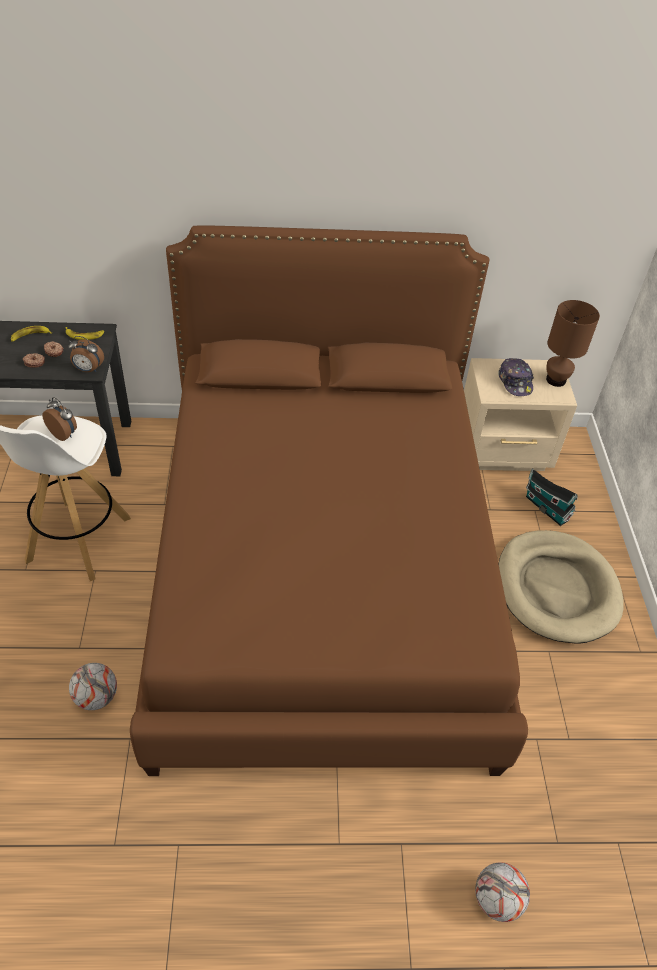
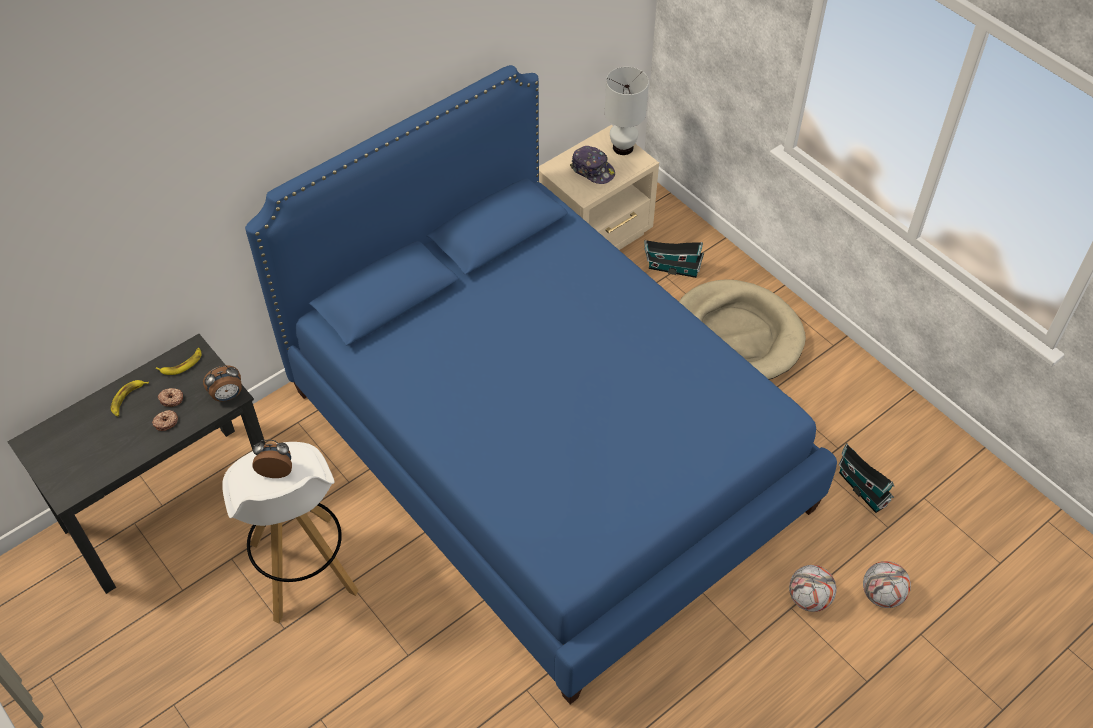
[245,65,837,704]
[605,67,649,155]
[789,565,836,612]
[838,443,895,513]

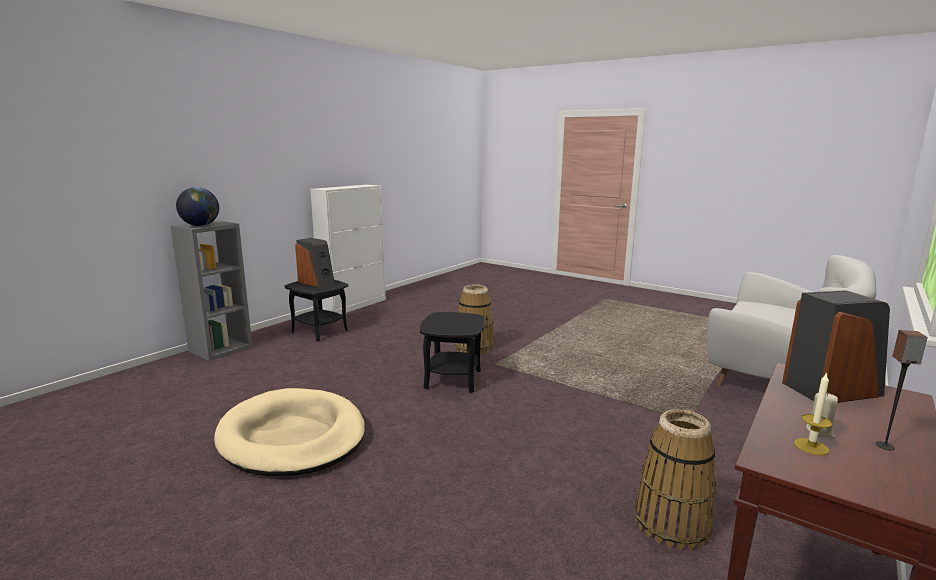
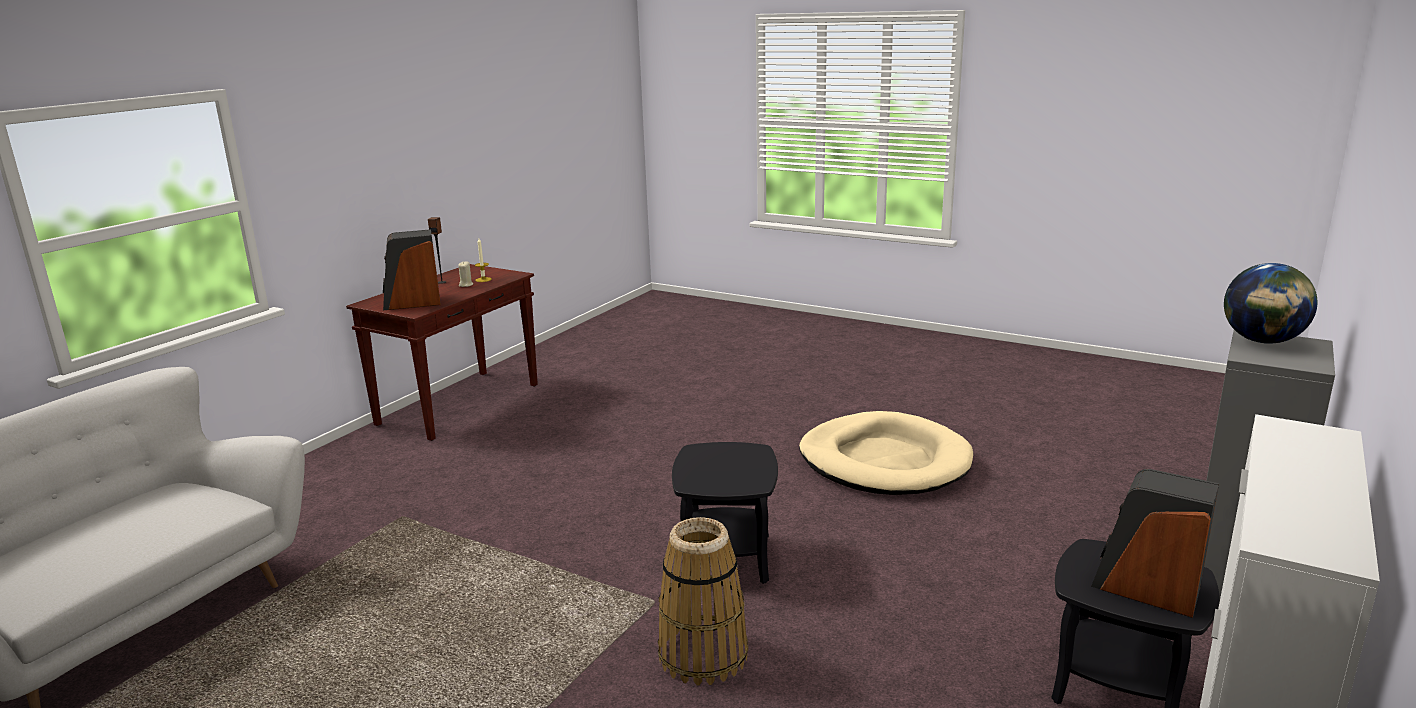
[634,409,716,550] (first image)

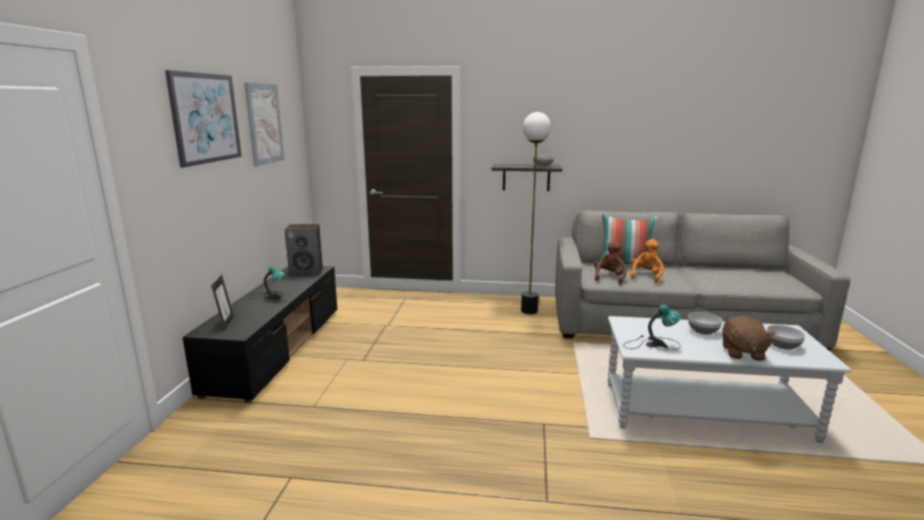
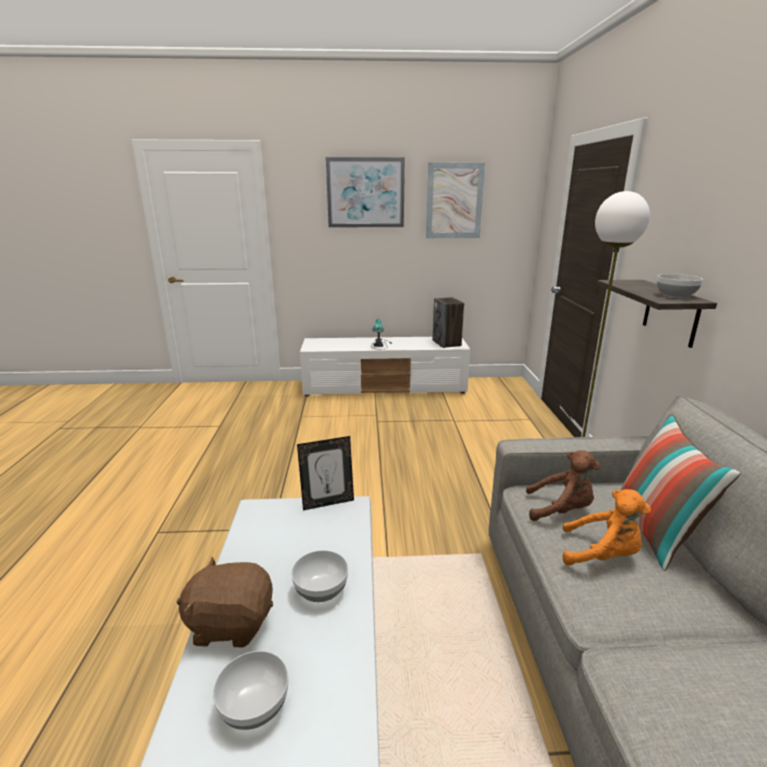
[297,436,354,510]
[300,337,470,397]
[623,305,681,350] (first image)

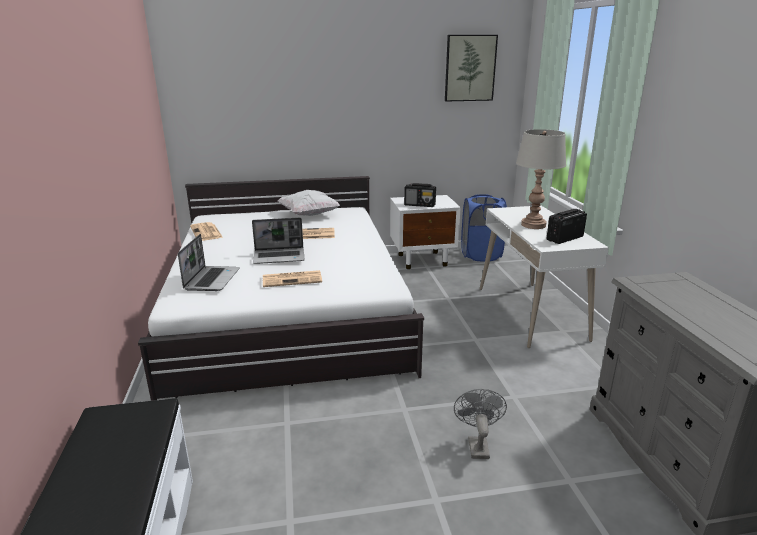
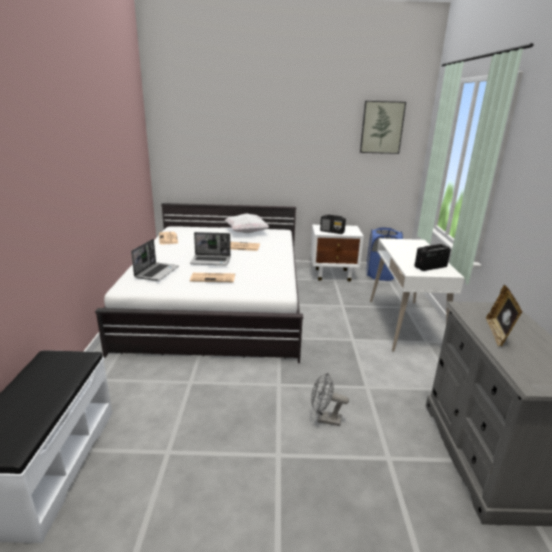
[311,373,349,426]
[486,285,522,346]
[516,129,566,229] (first image)

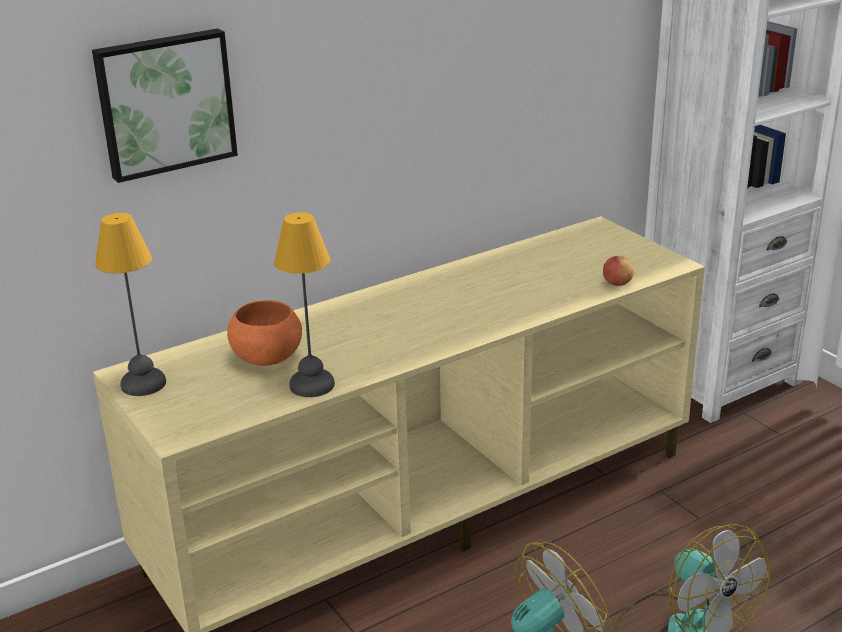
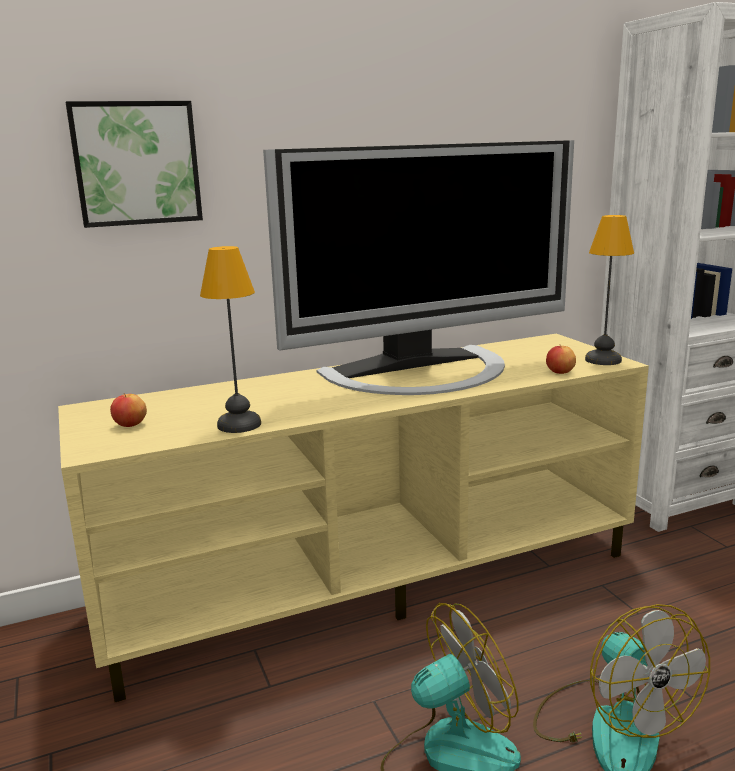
[110,394,147,427]
[263,140,574,395]
[585,215,634,365]
[227,300,302,366] (first image)

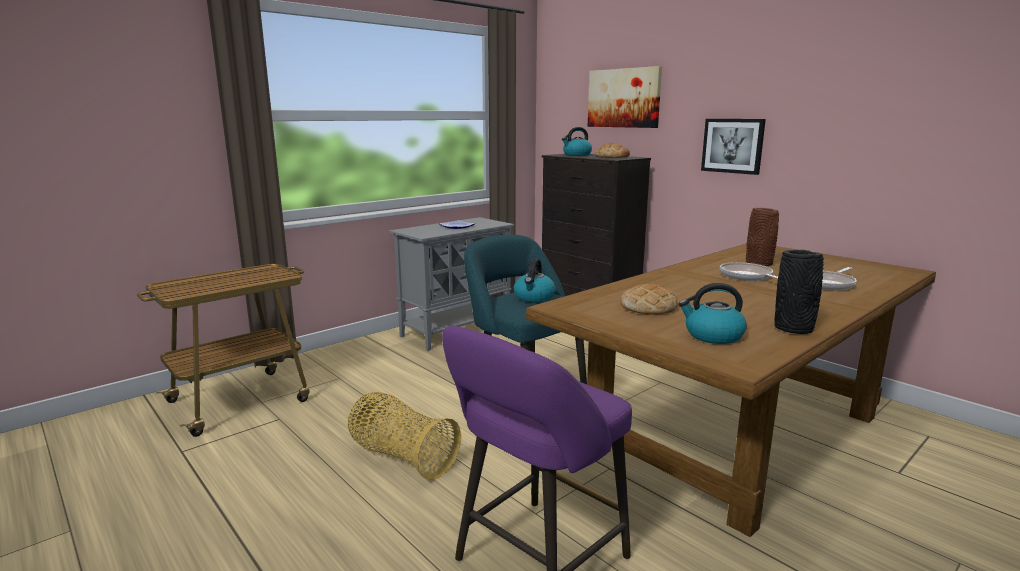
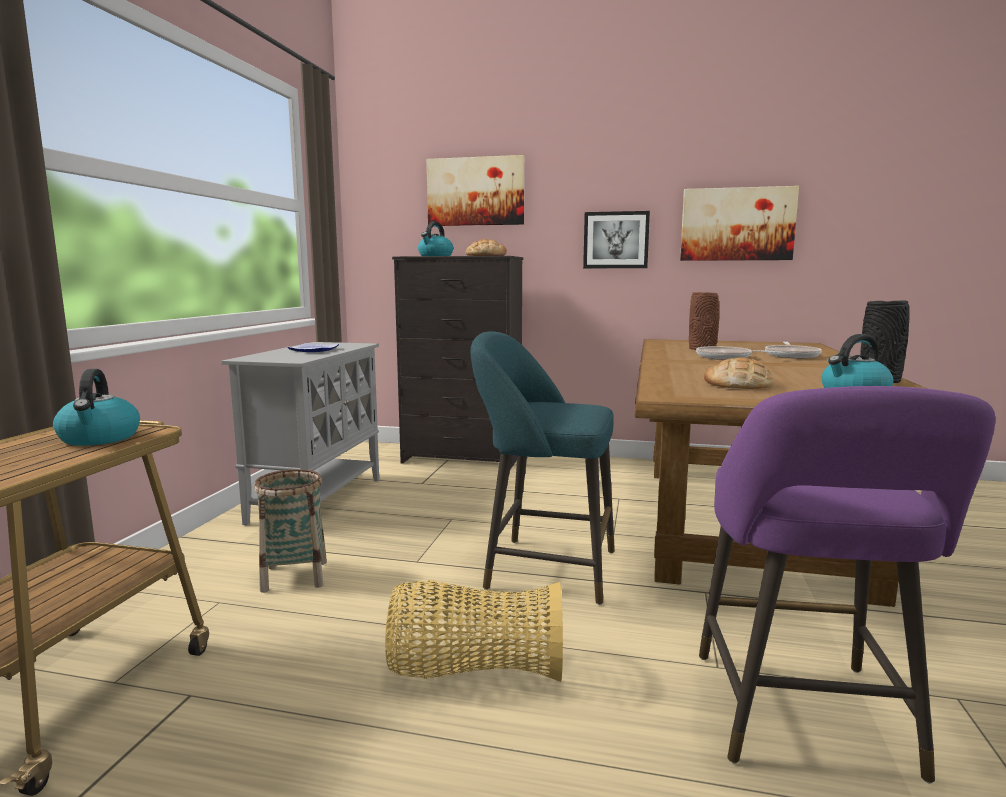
[53,369,140,446]
[254,469,327,593]
[680,186,799,261]

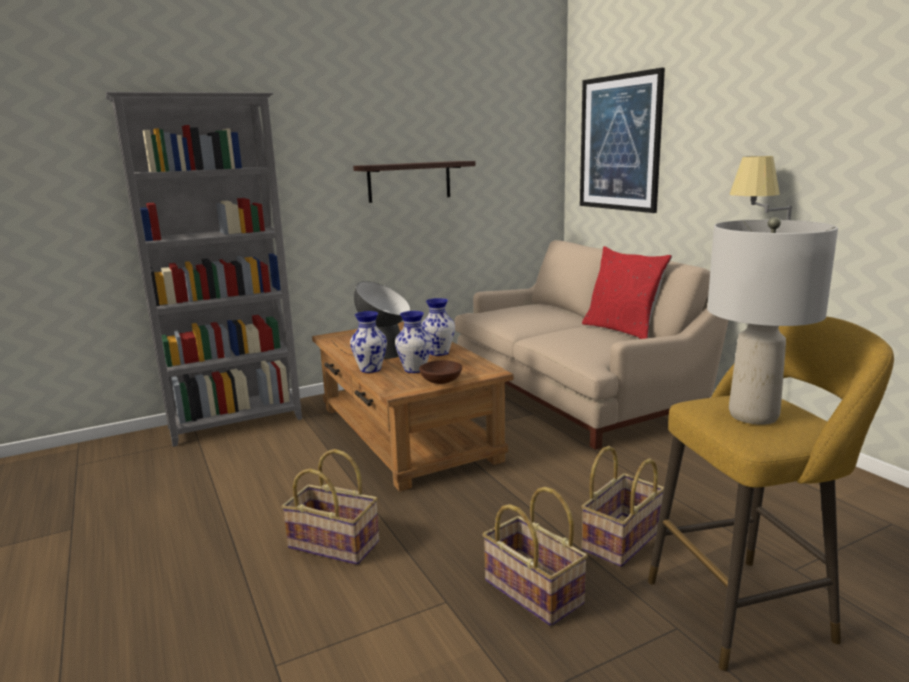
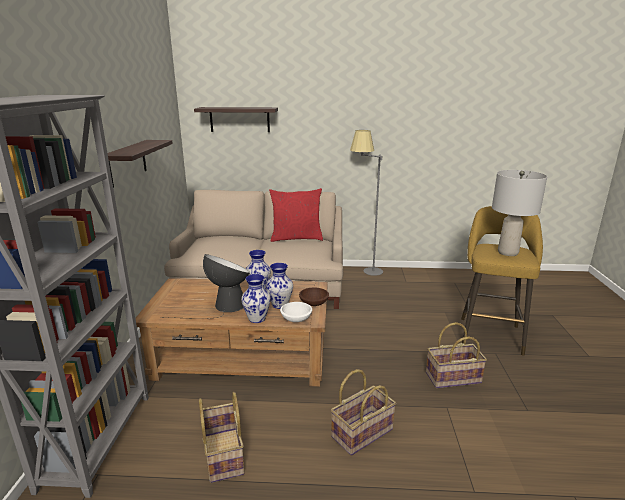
[194,107,278,132]
[199,392,245,483]
[280,302,312,322]

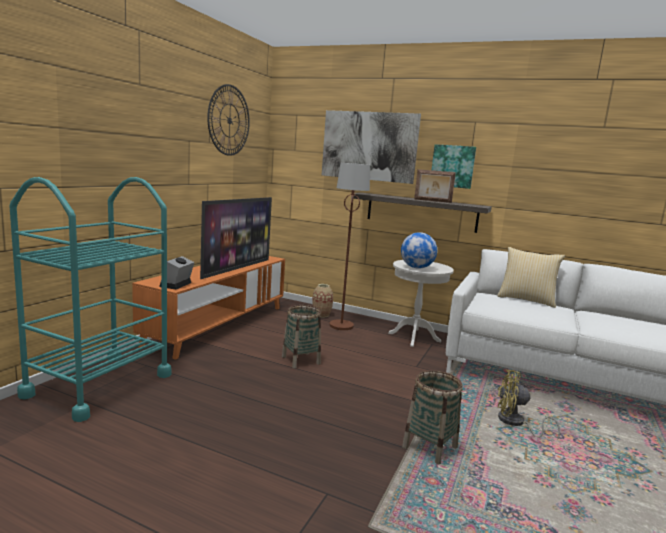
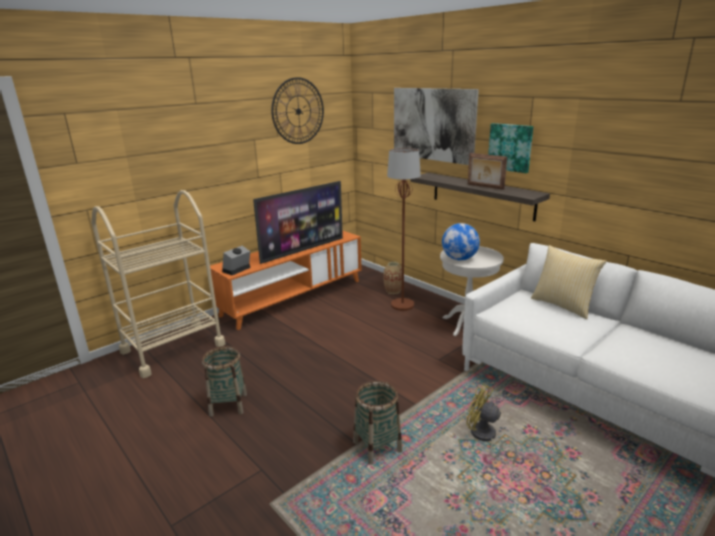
[91,190,226,378]
[202,346,247,417]

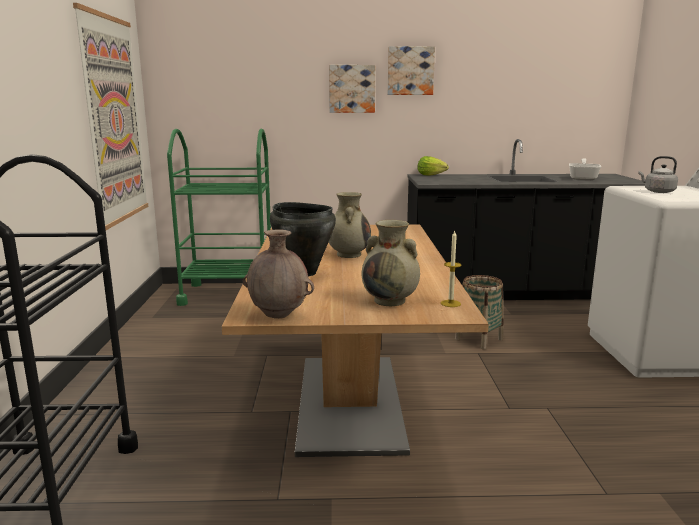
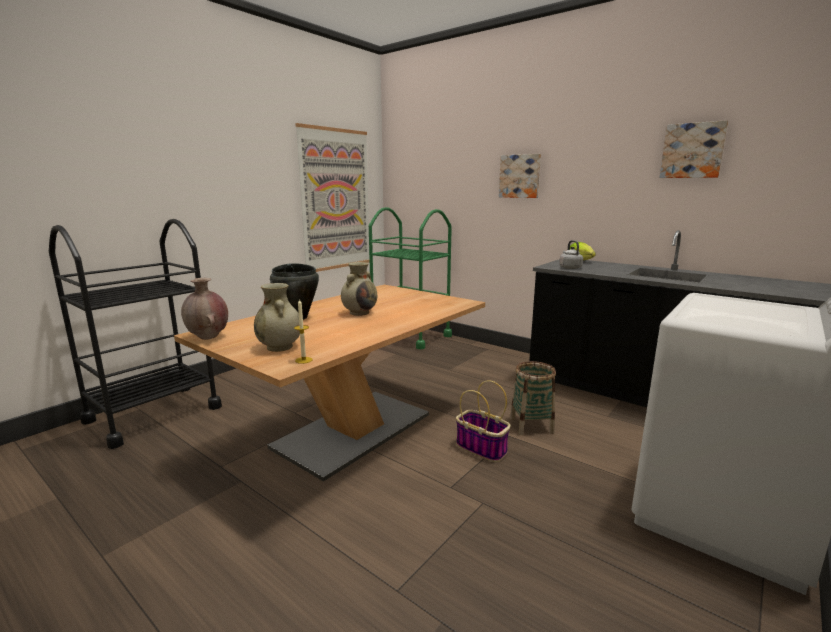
[456,380,511,462]
[559,240,583,269]
[660,120,728,178]
[569,158,601,180] (first image)

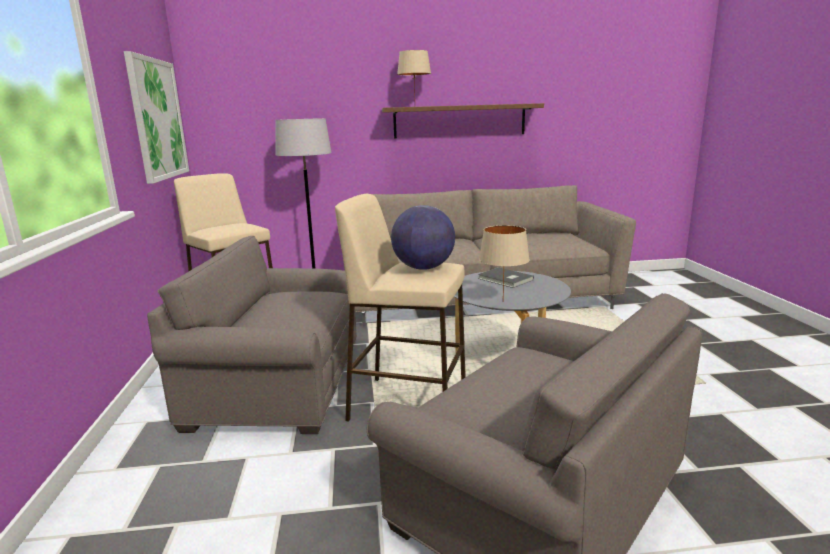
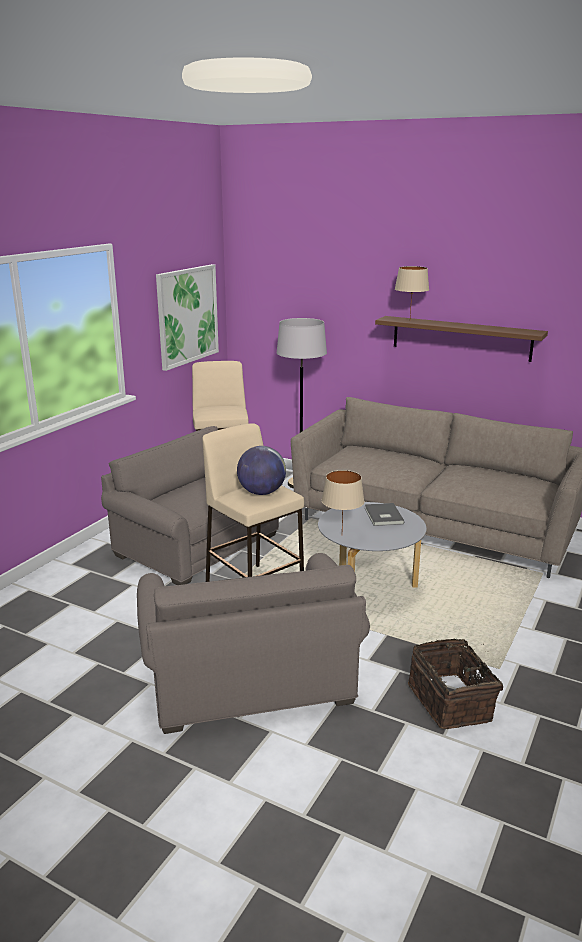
[408,638,503,729]

